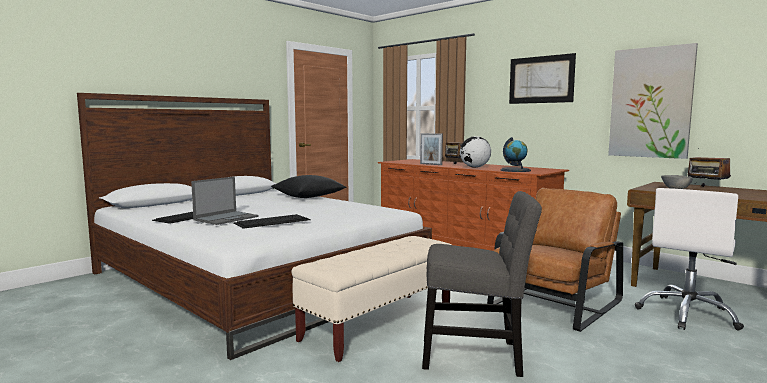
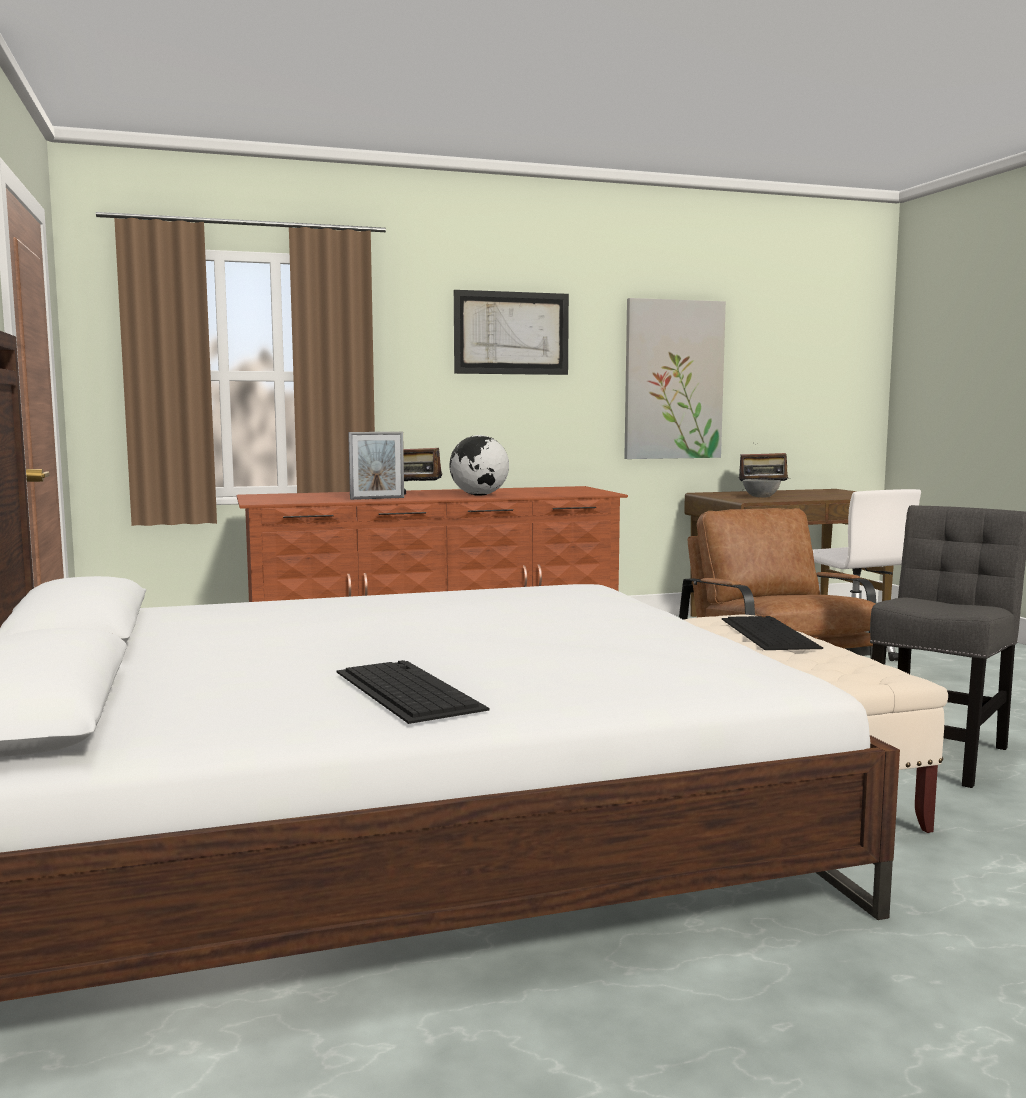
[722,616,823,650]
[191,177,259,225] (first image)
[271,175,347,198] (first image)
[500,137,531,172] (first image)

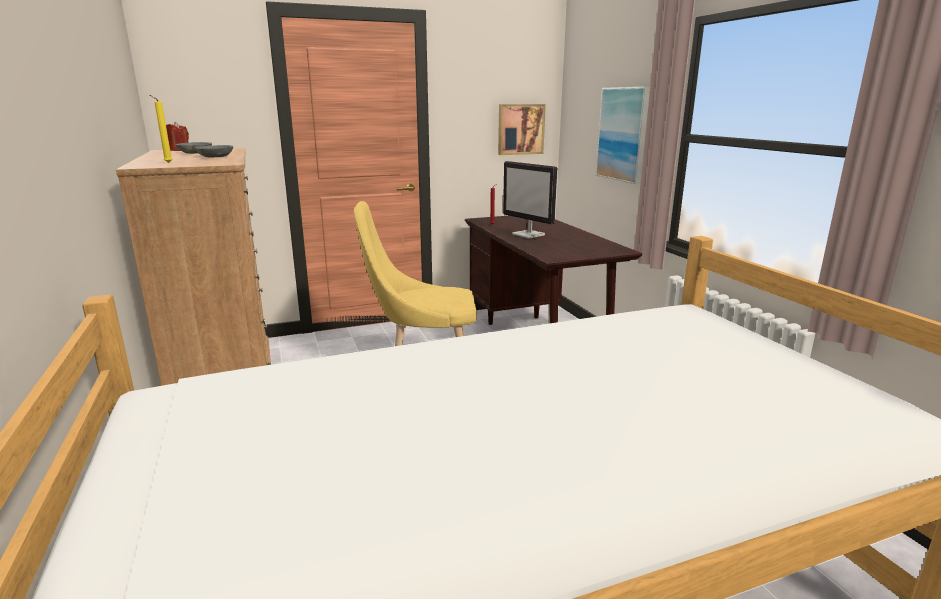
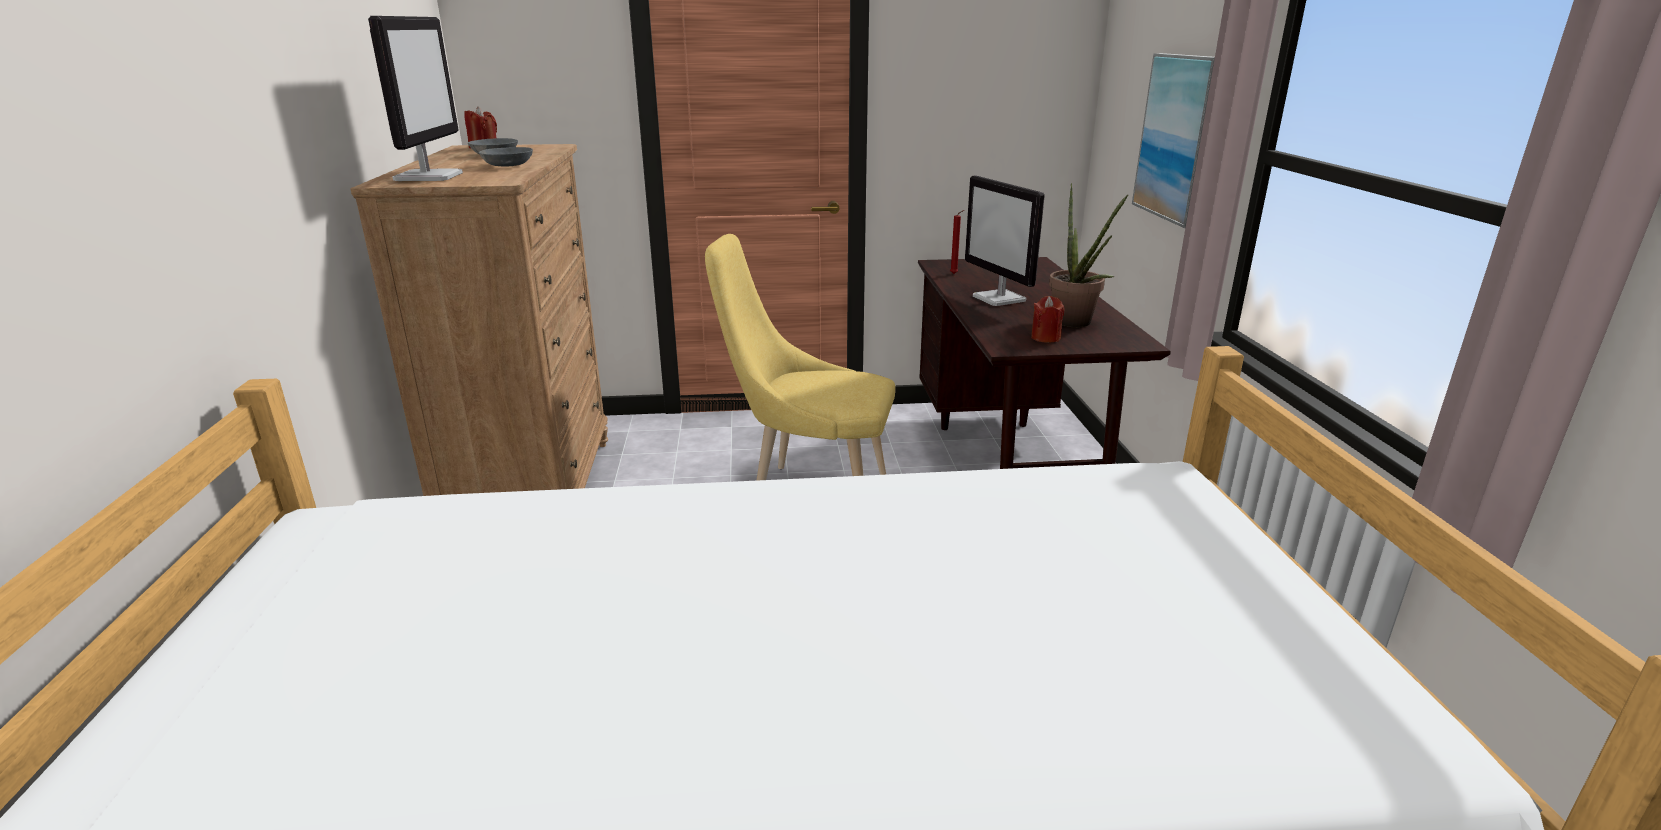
[368,16,463,181]
[1031,296,1065,343]
[1049,183,1128,327]
[498,104,546,155] (first image)

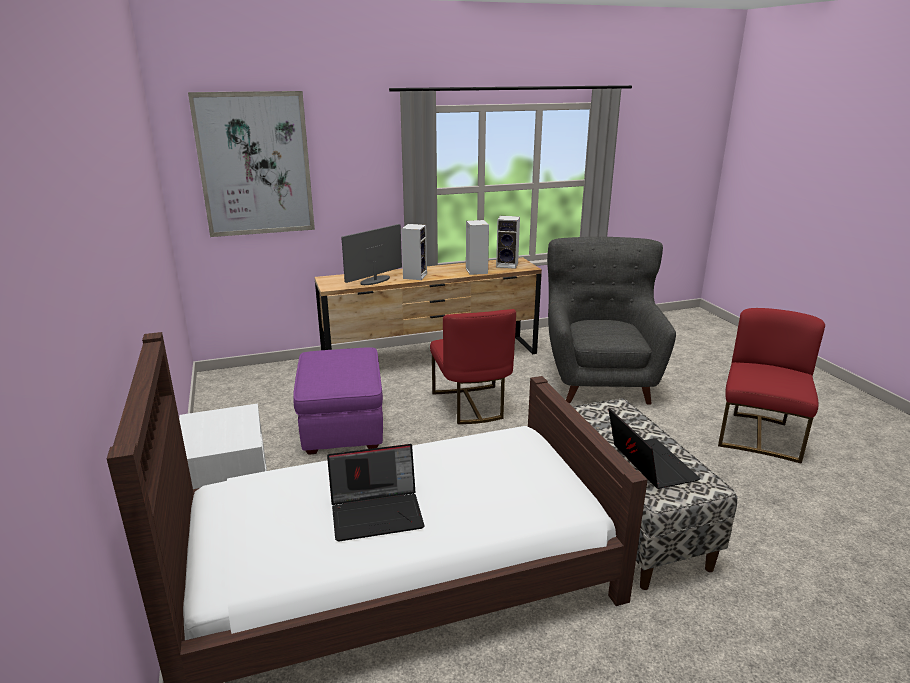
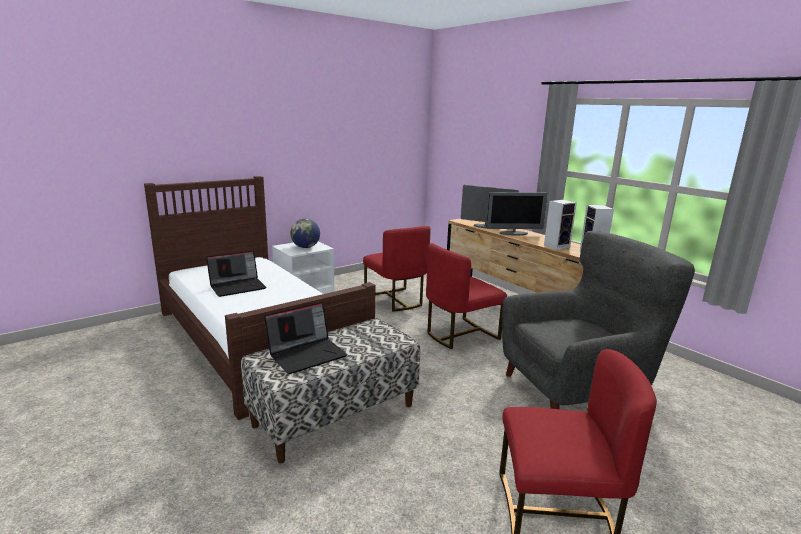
[206,250,266,297]
[290,219,320,248]
[363,226,430,312]
[486,192,547,235]
[188,91,315,237] (first image)

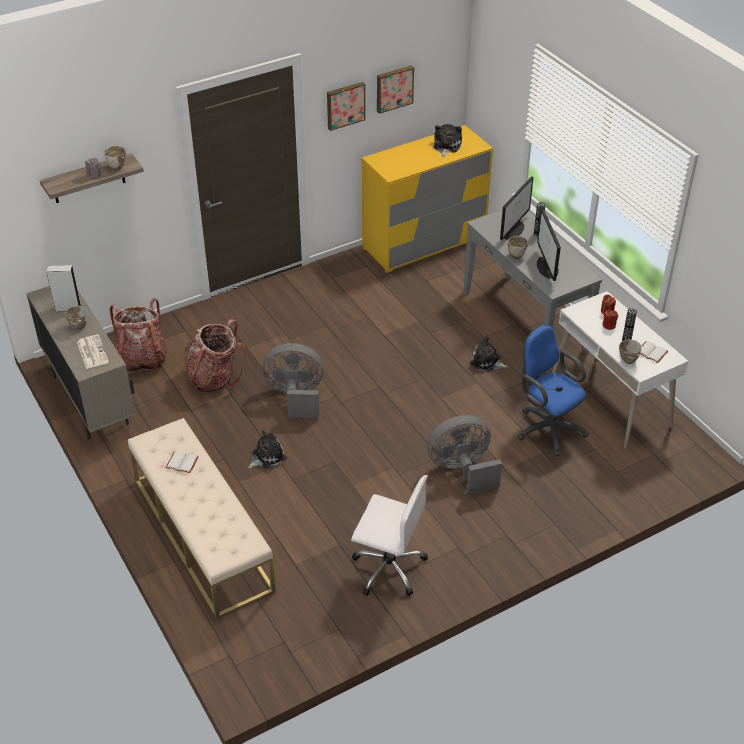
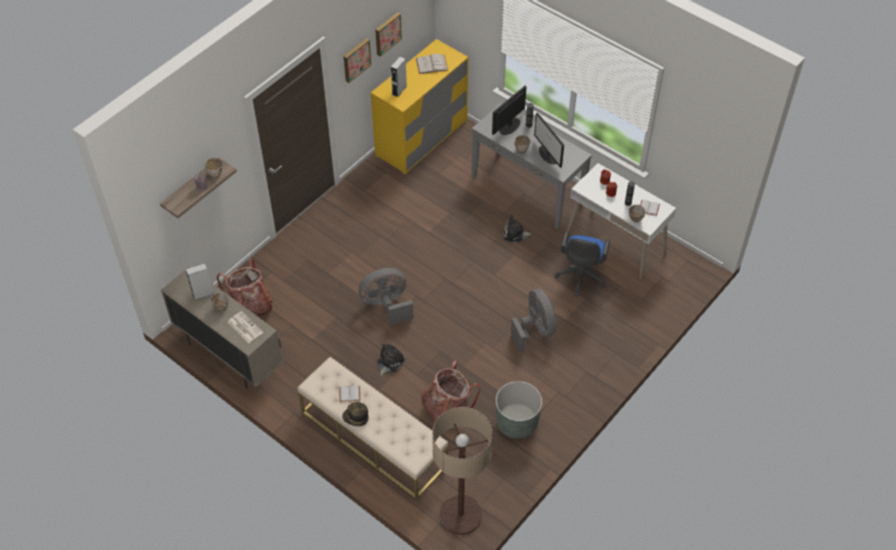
[342,402,369,426]
[391,56,407,97]
[416,54,448,74]
[421,360,480,421]
[432,407,492,535]
[492,86,526,135]
[495,381,542,438]
[511,288,556,353]
[554,231,610,296]

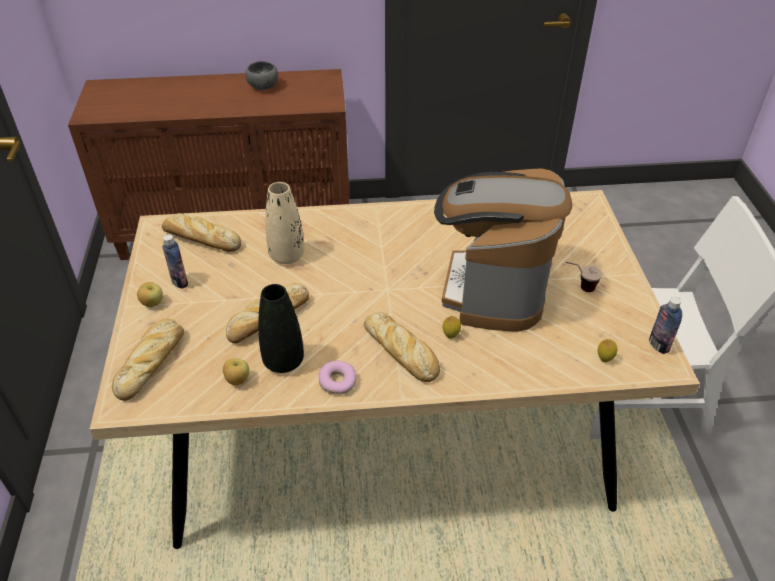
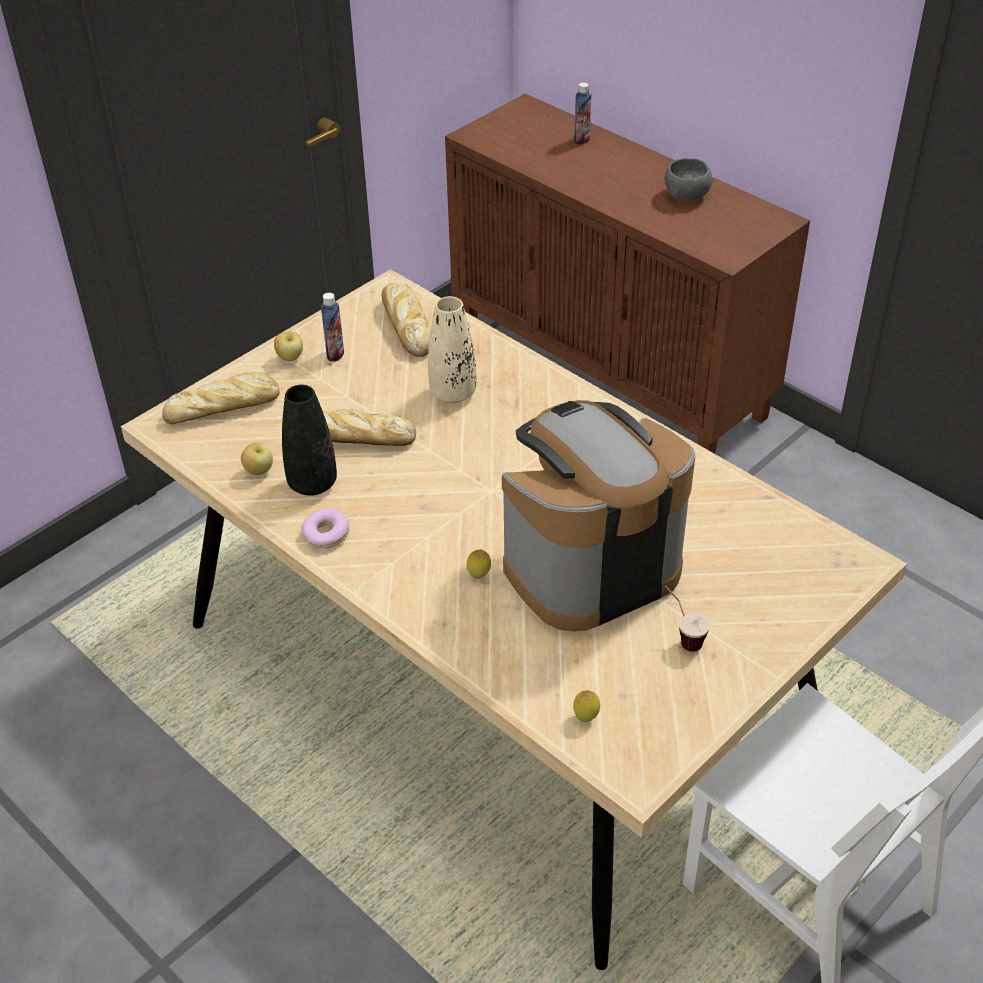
[574,82,591,145]
[364,313,440,382] (first image)

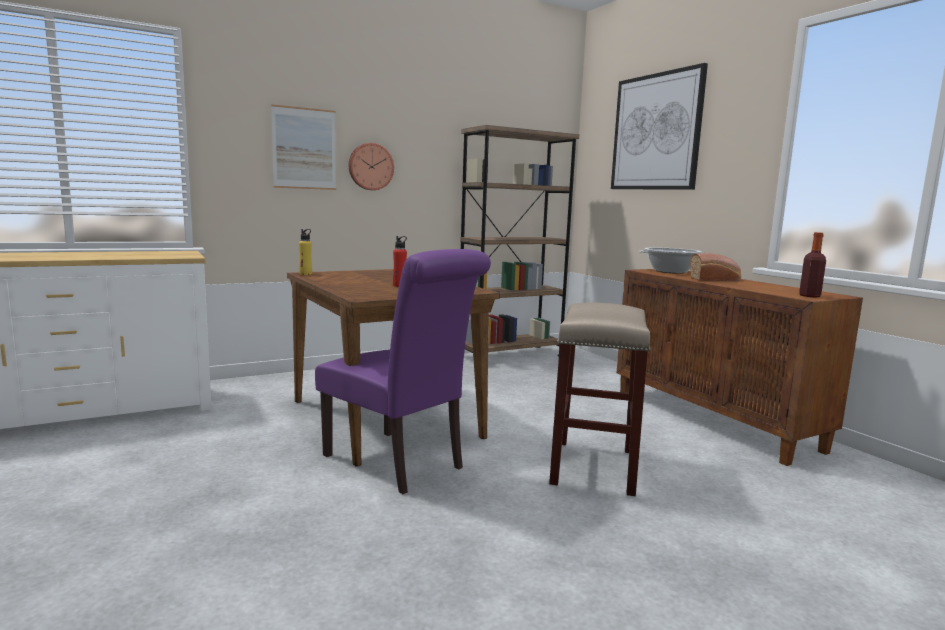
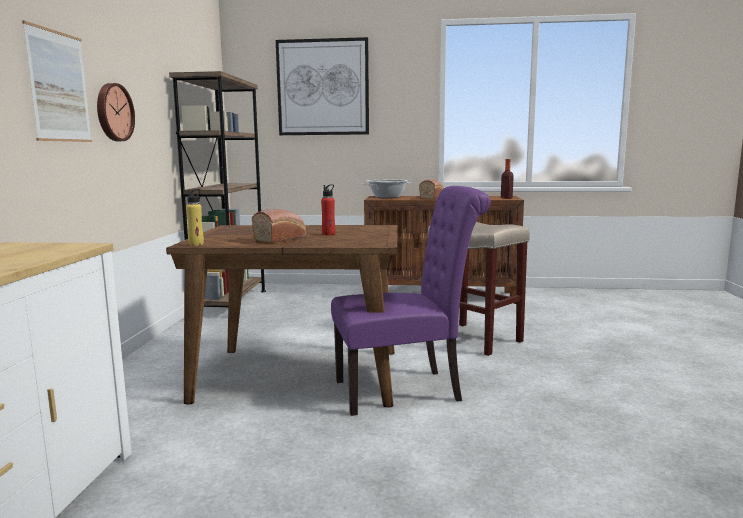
[252,209,307,243]

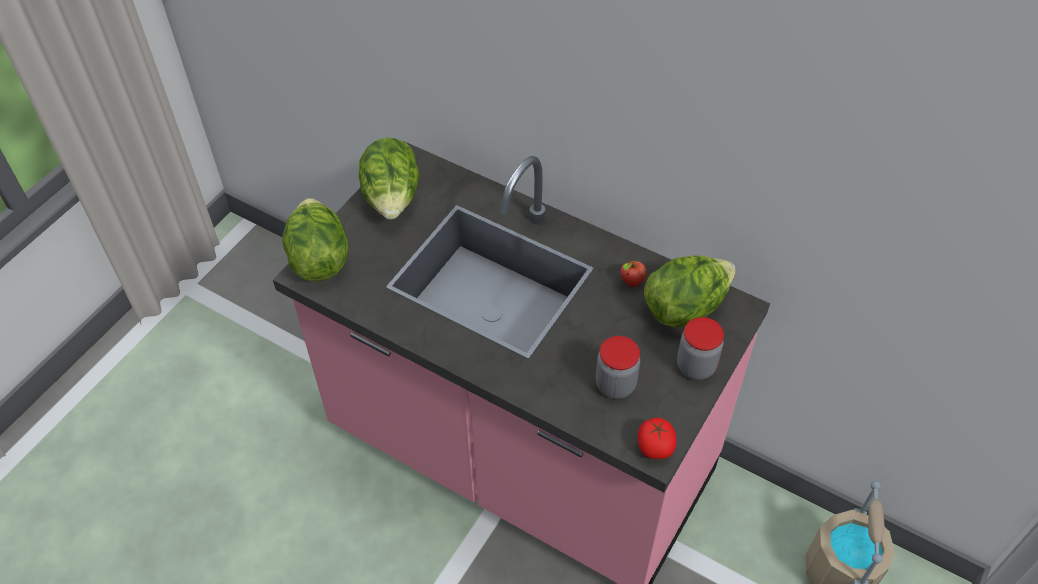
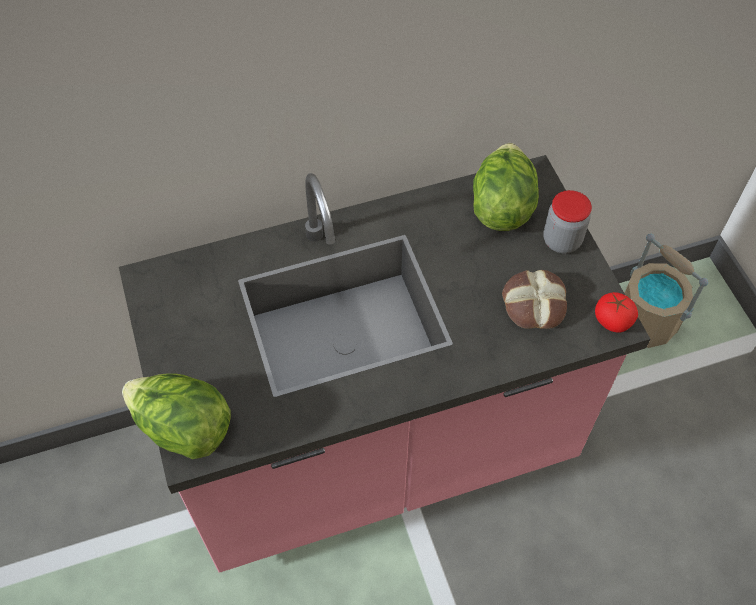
[502,270,567,329]
[359,138,419,219] (first image)
[621,261,647,287] (first image)

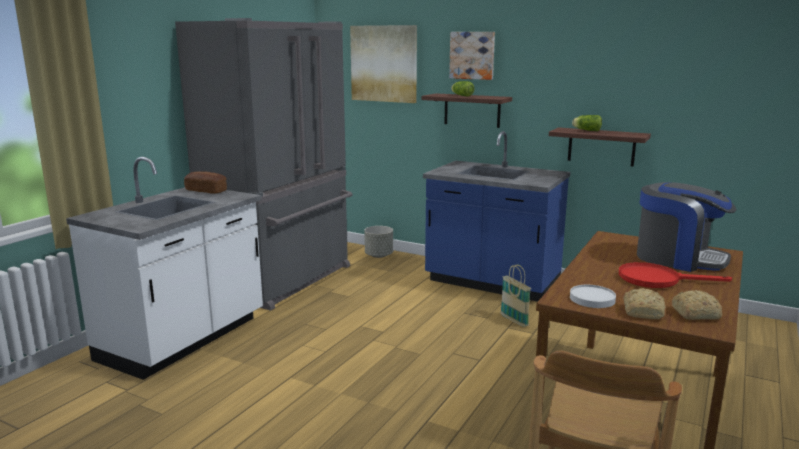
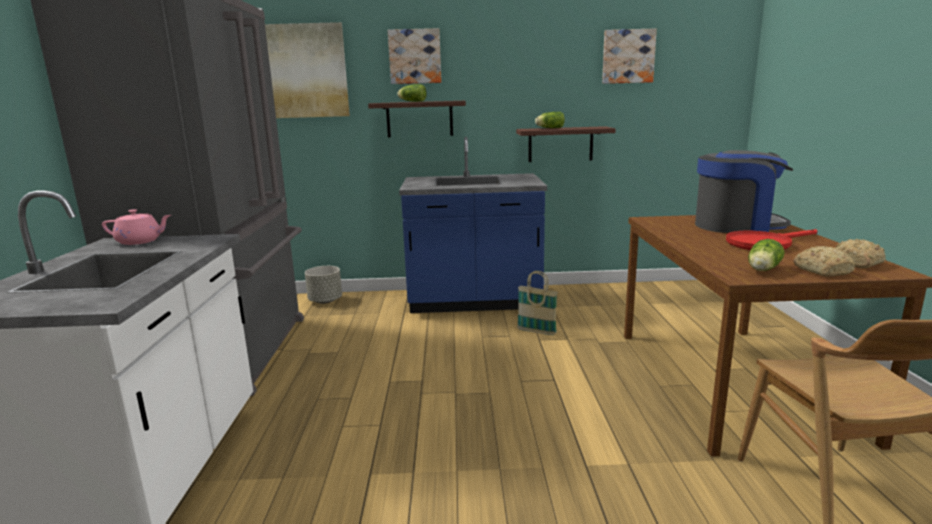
[102,209,171,245]
[602,29,657,84]
[748,239,785,271]

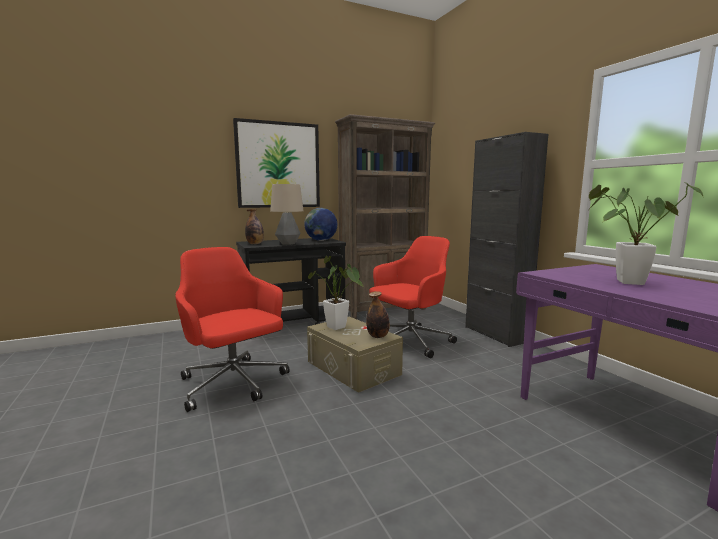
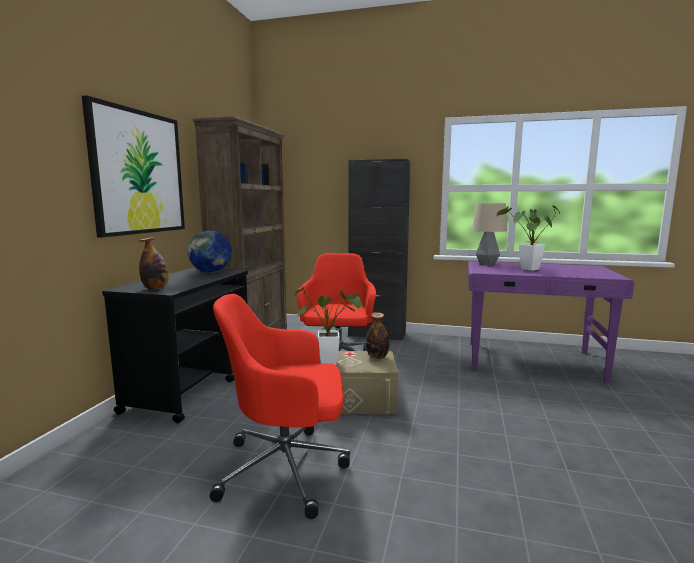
[472,203,507,265]

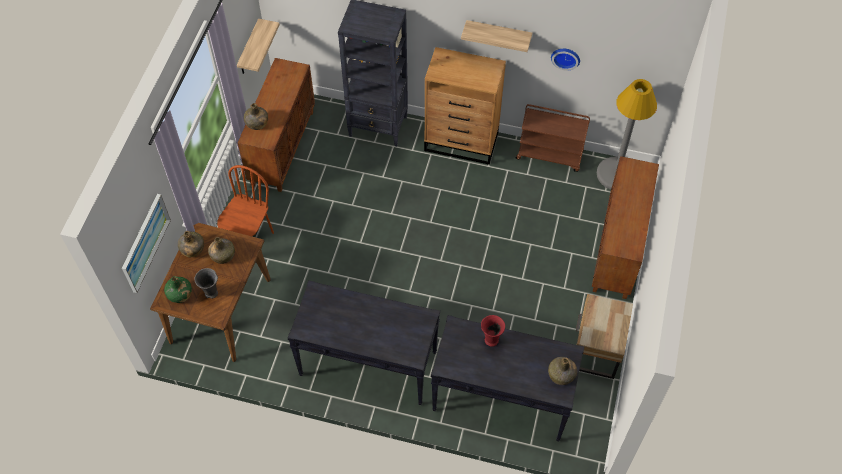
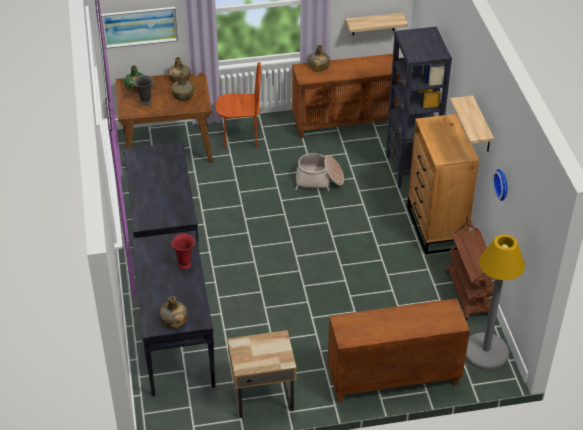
[295,153,344,191]

